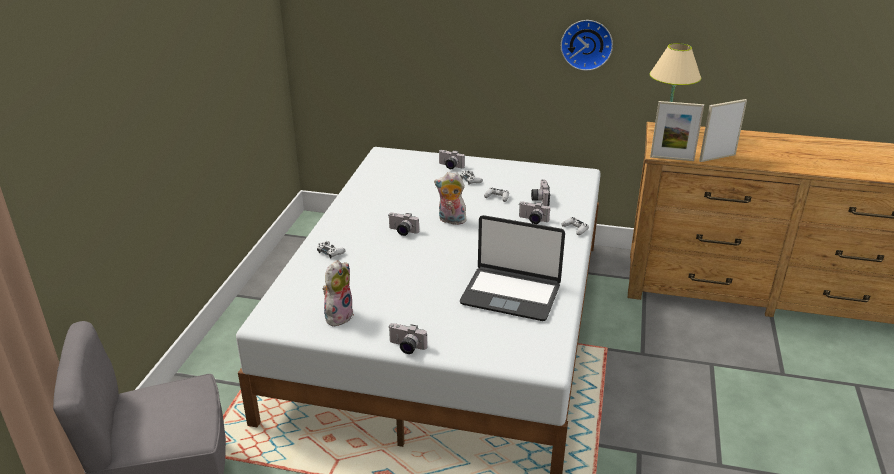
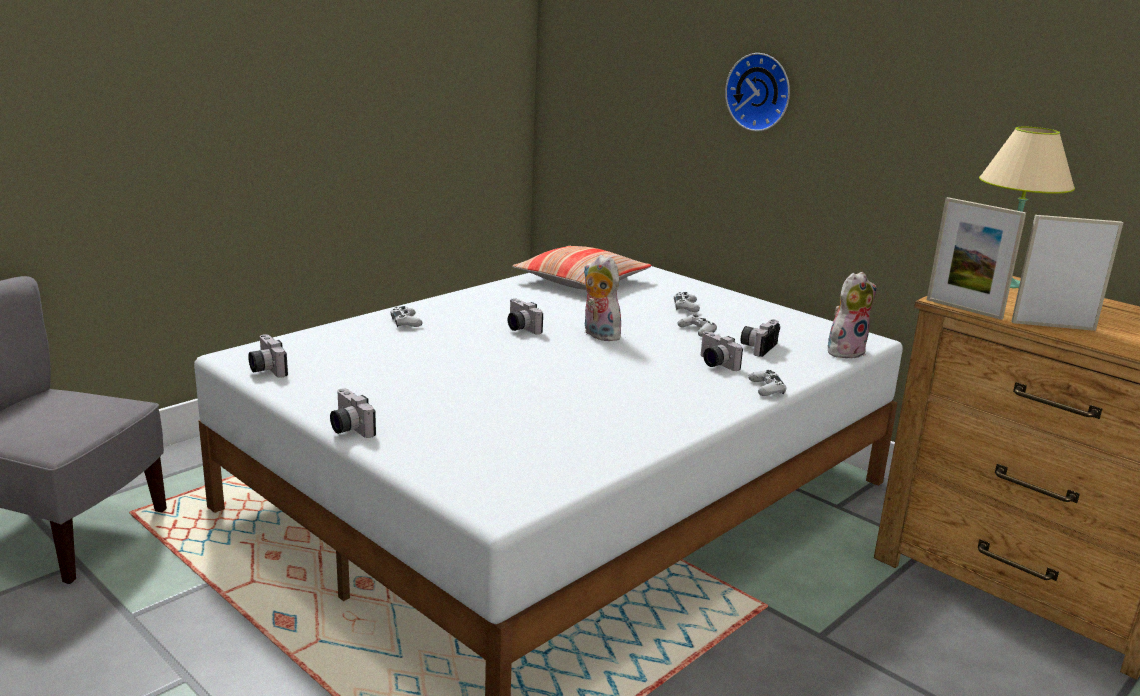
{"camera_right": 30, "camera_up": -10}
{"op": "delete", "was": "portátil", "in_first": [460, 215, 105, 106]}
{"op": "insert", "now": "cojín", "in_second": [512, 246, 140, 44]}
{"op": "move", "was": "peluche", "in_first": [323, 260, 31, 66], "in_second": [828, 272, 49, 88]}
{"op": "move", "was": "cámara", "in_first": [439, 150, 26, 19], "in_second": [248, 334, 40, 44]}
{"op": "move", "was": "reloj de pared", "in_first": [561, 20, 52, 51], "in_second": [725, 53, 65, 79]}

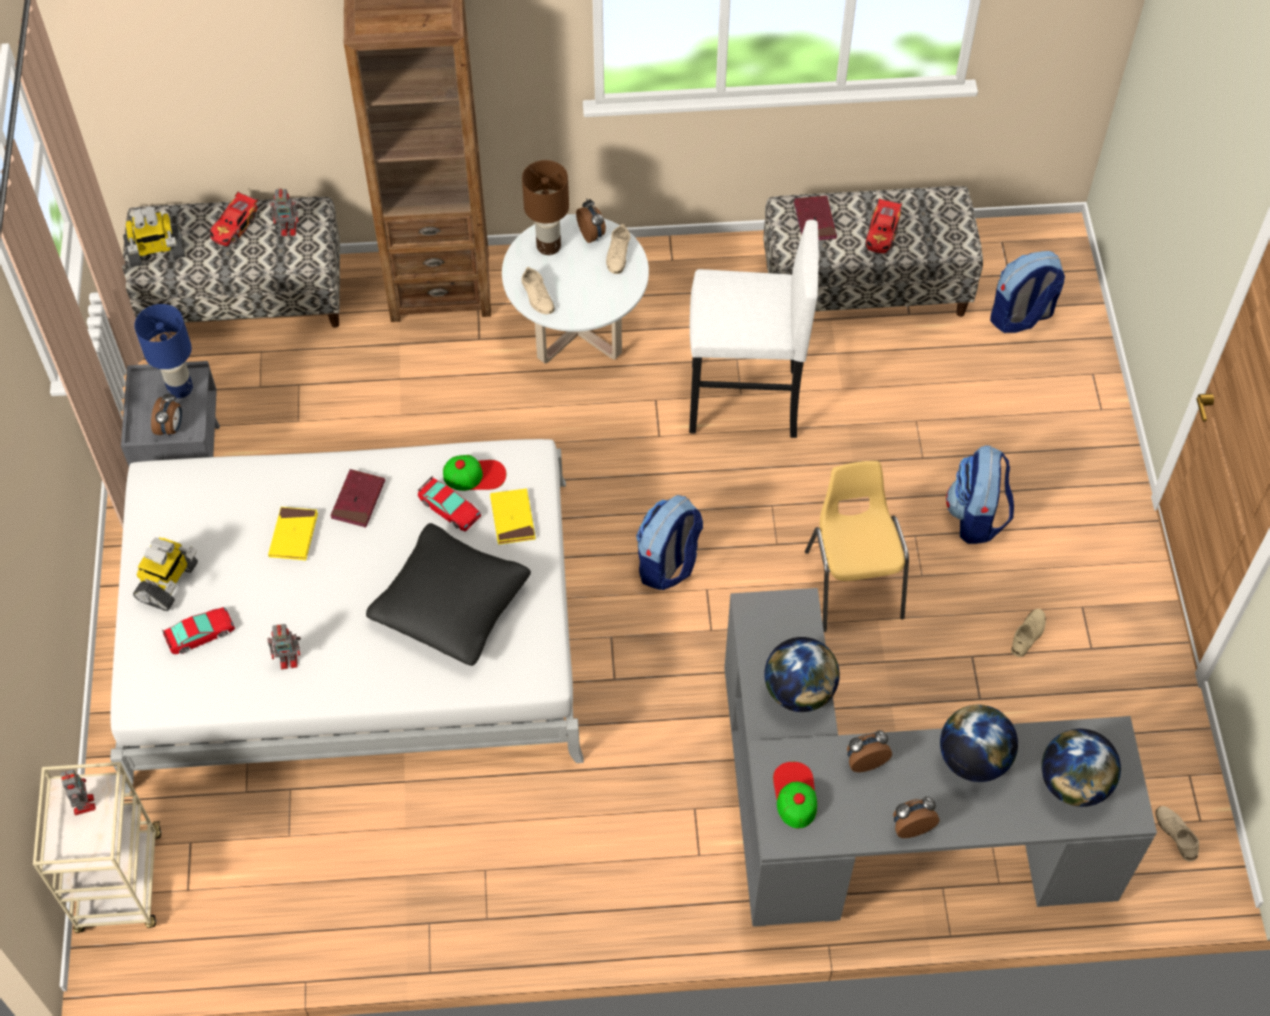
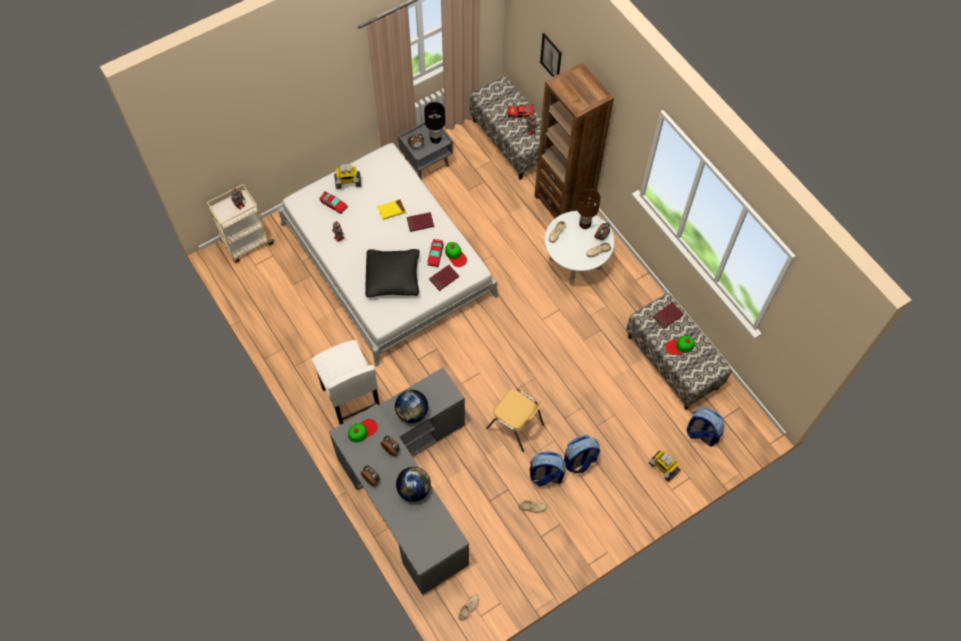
{"camera_right": 60, "camera_up": 5}
{"op": "delete", "was": "globo terráqueo", "in_first": [1041, 729, 80, 78]}
{"op": "insert", "now": "cuadro", "in_second": [540, 33, 22, 44]}
{"op": "move", "was": "robot de juguete", "in_first": [123, 207, 62, 60], "in_second": [649, 451, 32, 31]}
{"op": "move", "was": "mochila", "in_first": [636, 495, 67, 95], "in_second": [530, 451, 36, 35]}
{"op": "move", "was": "taburete [blanco]", "in_first": [689, 220, 130, 218], "in_second": [311, 340, 69, 85]}
{"op": "replace", "was": "coche de juguete", "now": "gorra", "in_first": [865, 198, 37, 55], "in_second": [666, 336, 29, 19]}
{"op": "recolor", "was": "lámpara de mesa [azul]", "now": "lámpara de mesa [negro]", "in_first": [134, 304, 59, 94], "in_second": [424, 102, 21, 42]}
{"op": "recolor", "was": "libro [amarillo]", "now": "libro [rojo]", "in_first": [490, 489, 46, 56], "in_second": [429, 265, 30, 26]}
{"op": "rotate", "was": "silla [amarillo]", "in_first": [805, 461, 104, 171], "in_second": [486, 389, 58, 63], "clockwise": 75}

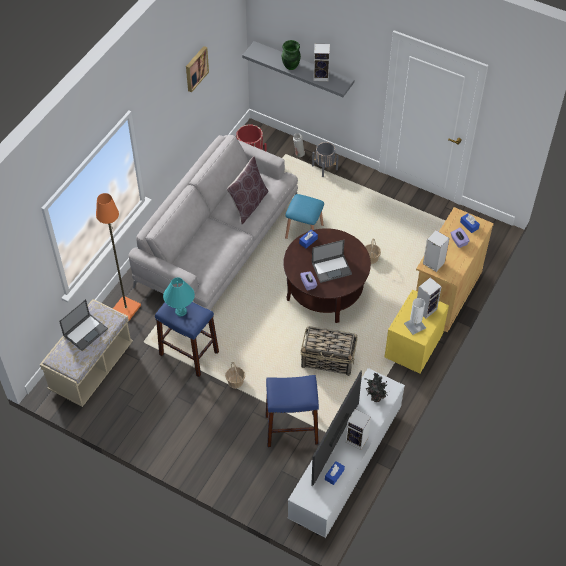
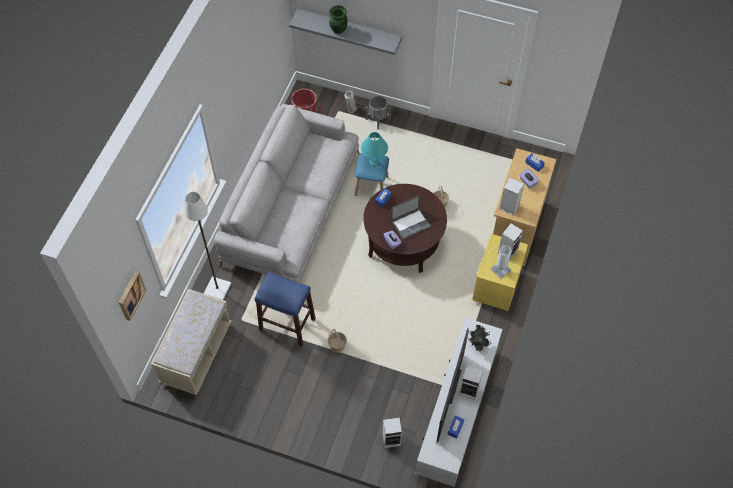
{"camera_right": -10, "camera_up": 5}
{"op": "delete", "was": "portátil", "in_first": [59, 299, 49, 52]}
{"op": "delete", "was": "cojín [marrón]", "in_first": [227, 156, 41, 68]}
{"op": "delete", "was": "taburete [azul]", "in_first": [265, 375, 54, 72]}
{"op": "delete", "was": "cesta", "in_first": [300, 326, 58, 50]}
{"op": "move", "was": "lámpara de mesa [turquesa]", "in_first": [163, 277, 32, 39], "in_second": [361, 132, 27, 35]}
{"op": "move", "was": "cuadro", "in_first": [186, 46, 23, 46], "in_second": [118, 271, 29, 50]}
{"op": "move", "was": "altavoz", "in_first": [313, 44, 17, 37], "in_second": [383, 418, 19, 30]}
{"op": "recolor", "was": "lámpara de pie [naranja]", "now": "lámpara de pie [blanco]", "in_first": [96, 193, 45, 127], "in_second": [185, 192, 46, 108]}

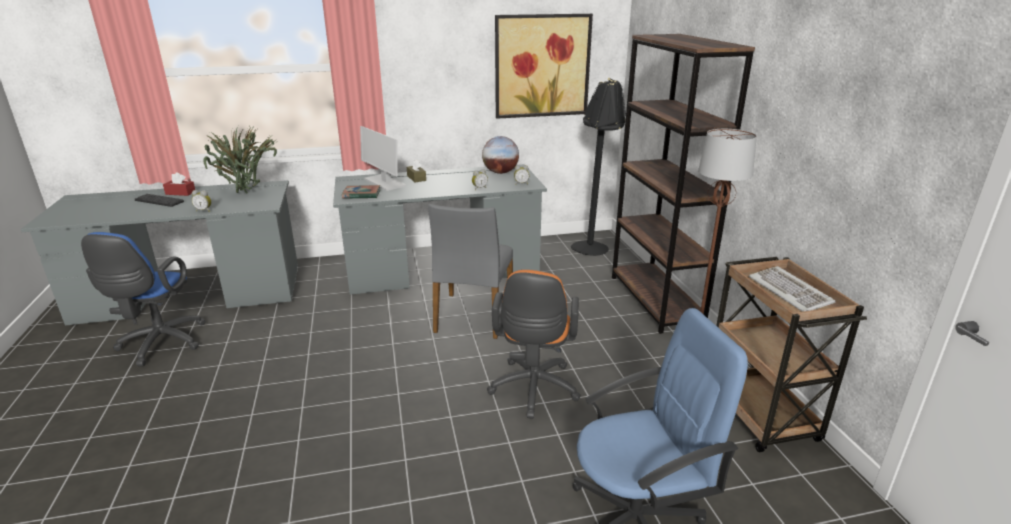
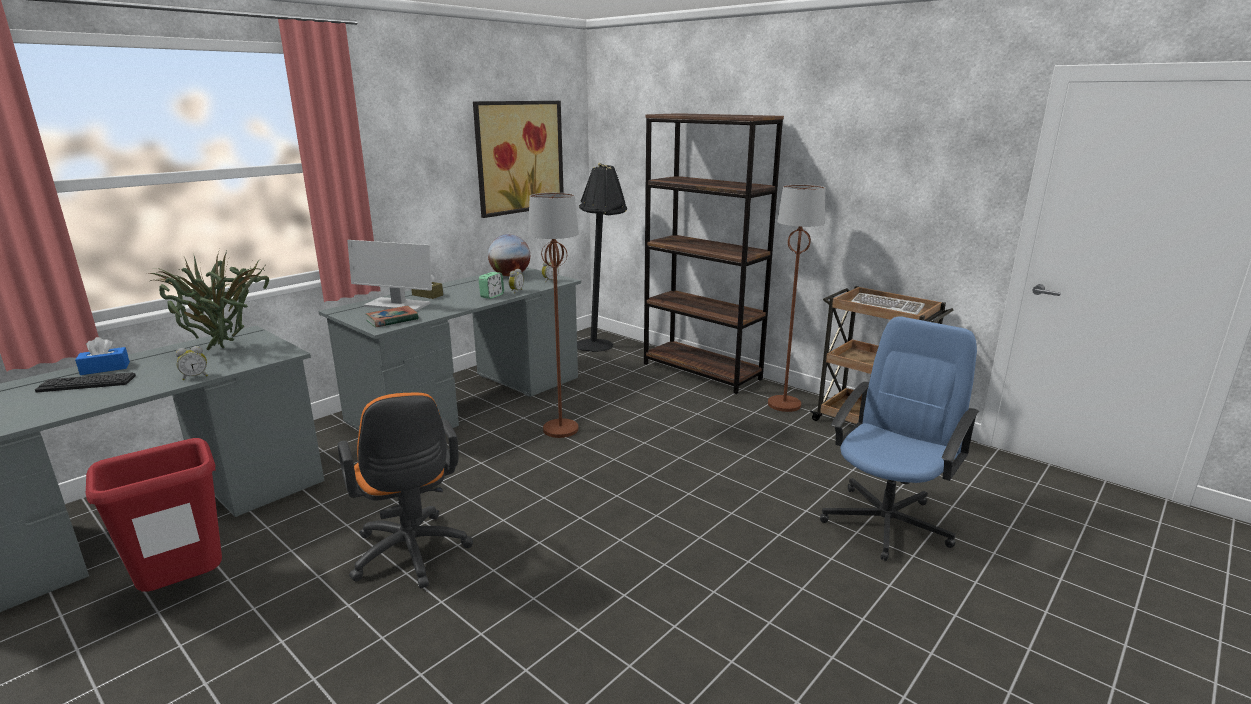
{"camera_right": -35, "camera_up": -5}
{"op": "insert", "now": "despertador", "in_second": [479, 272, 25, 27]}
{"op": "move", "was": "silla de oficina [naranja]", "in_first": [487, 270, 94, 149], "in_second": [338, 392, 135, 197]}
{"op": "replace", "was": "silla de oficina [azul]", "now": "papelera [rojo]", "in_first": [81, 232, 125, 134], "in_second": [86, 438, 136, 154]}
{"op": "replace", "was": "silla [gris]", "now": "lámpara de pie [marrón]", "in_first": [428, 204, 85, 135], "in_second": [528, 193, 51, 245]}
{"op": "recolor", "was": "caja de pañuelos [rojo]", "now": "caja de pañuelos [azul]", "in_first": [163, 172, 32, 24], "in_second": [75, 337, 55, 38]}

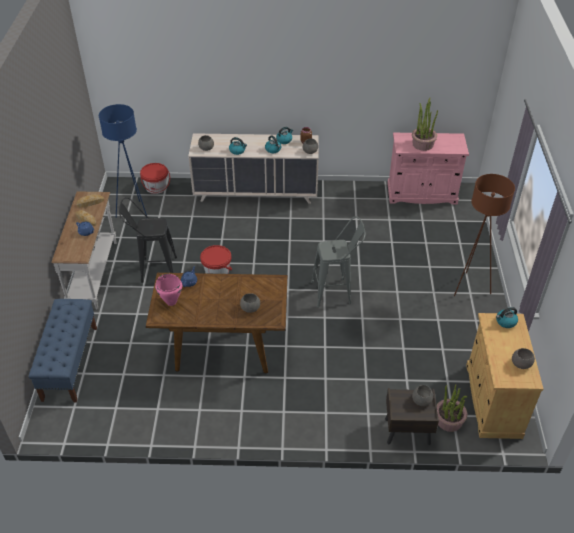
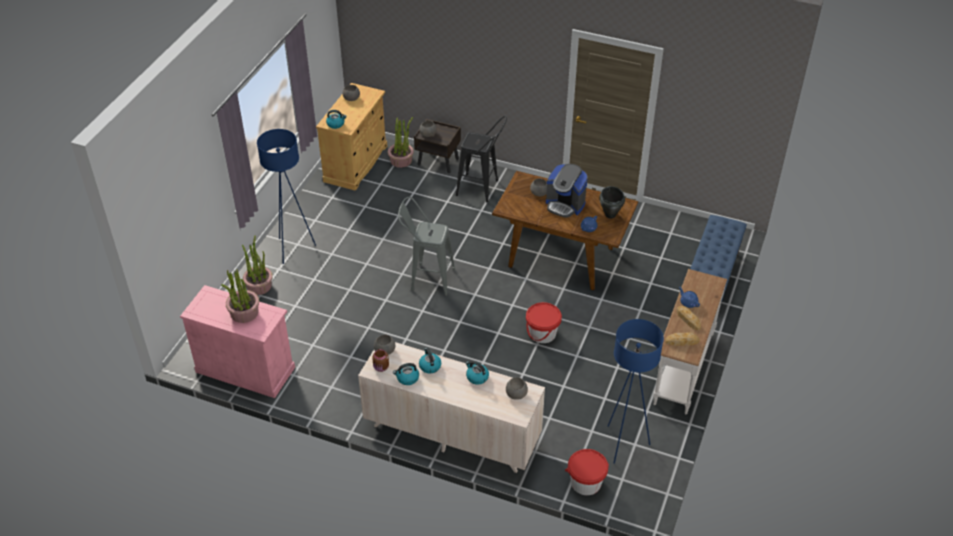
{"camera_right": -160, "camera_up": 0}
{"op": "insert", "now": "planta en maceta", "in_second": [242, 236, 31, 59]}
{"op": "insert", "now": "cafetera", "in_second": [546, 164, 42, 54]}
{"op": "move", "was": "taburete [negro]", "in_first": [119, 197, 58, 86], "in_second": [456, 116, 51, 86]}
{"op": "recolor", "was": "olla [rosa]", "now": "olla [negro]", "in_first": [155, 274, 27, 32], "in_second": [599, 186, 26, 33]}
{"op": "recolor", "was": "lámpara de pie [marrón]", "now": "lámpara de pie [azul]", "in_first": [454, 174, 61, 123], "in_second": [257, 129, 59, 135]}

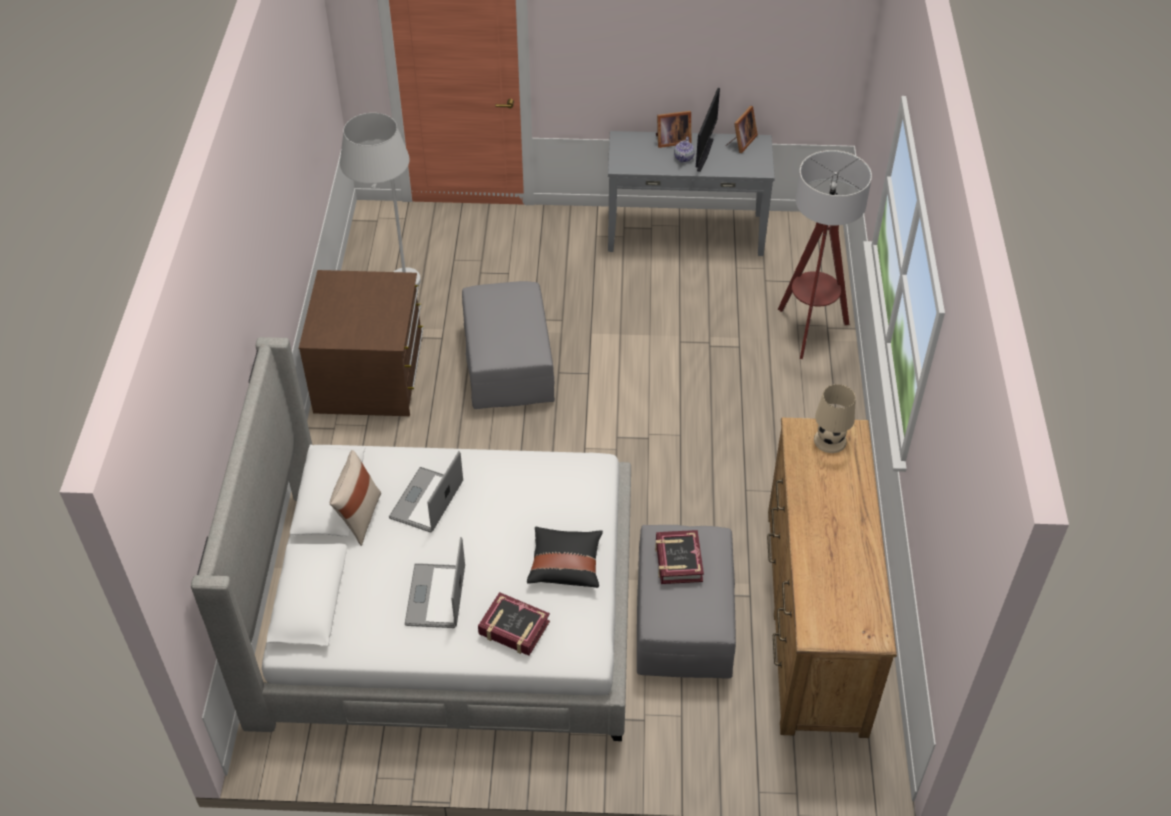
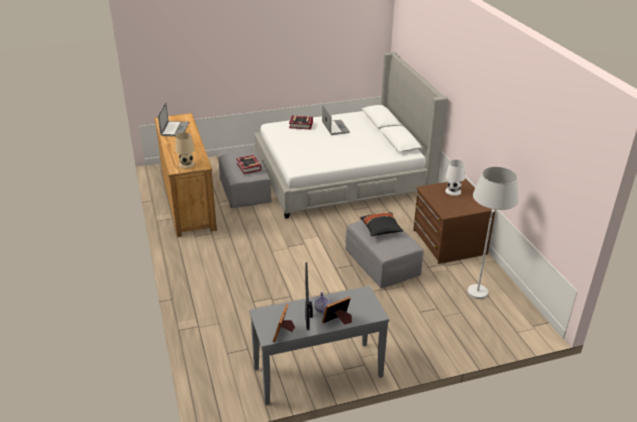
{"camera_right": 160, "camera_up": -15}
{"op": "delete", "was": "cojín [beis]", "in_first": [330, 450, 51, 96]}
{"op": "delete", "was": "lámpara de pie", "in_first": [778, 150, 94, 209]}
{"op": "insert", "now": "lámpara de mesa [blanco]", "in_second": [445, 160, 20, 36]}
{"op": "move", "was": "portátil", "in_first": [389, 451, 74, 82], "in_second": [158, 102, 31, 34]}
{"op": "move", "was": "cojín [negro]", "in_first": [527, 527, 76, 61], "in_second": [360, 212, 43, 24]}

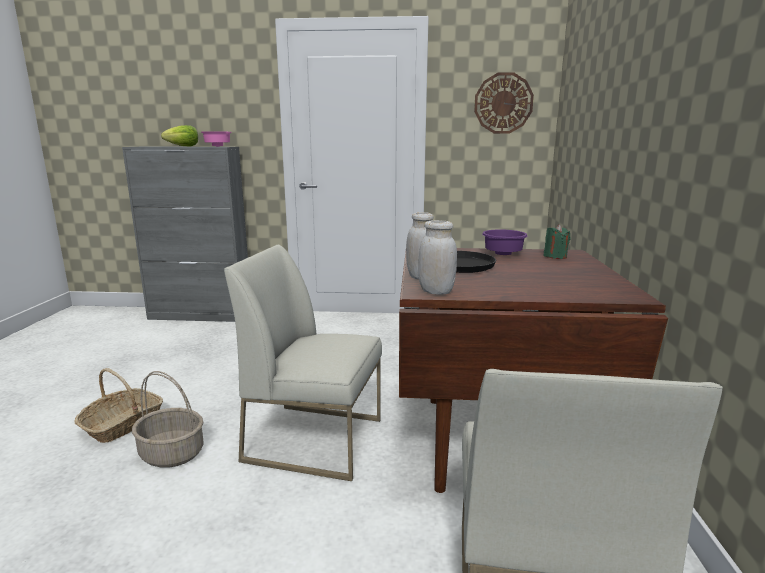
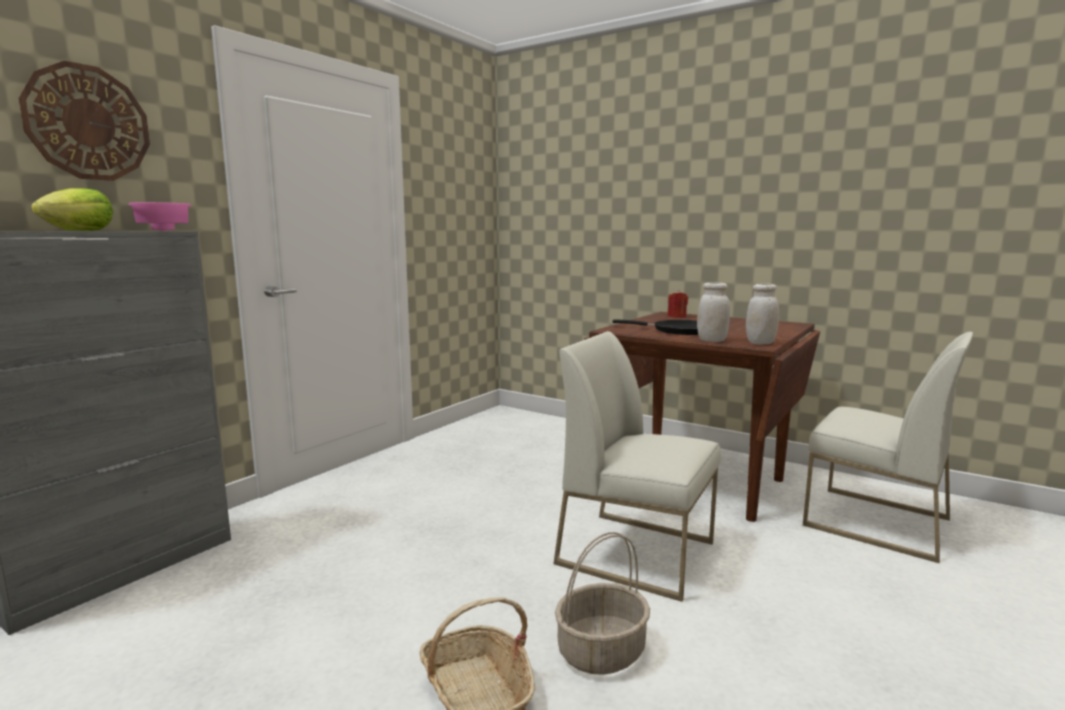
{"camera_right": -60, "camera_up": -5}
{"op": "delete", "was": "cuenco [morado]", "in_first": [482, 230, 45, 25]}
{"op": "move", "was": "reloj de pared", "in_first": [474, 72, 60, 62], "in_second": [19, 61, 131, 120]}
{"op": "recolor", "was": "vela [verde]", "now": "vela [rojo]", "in_first": [544, 224, 27, 35], "in_second": [667, 290, 21, 28]}
{"op": "rotate", "was": "silla [blanco]", "in_first": [224, 245, 158, 236], "in_second": [554, 331, 167, 271], "clockwise": 75}

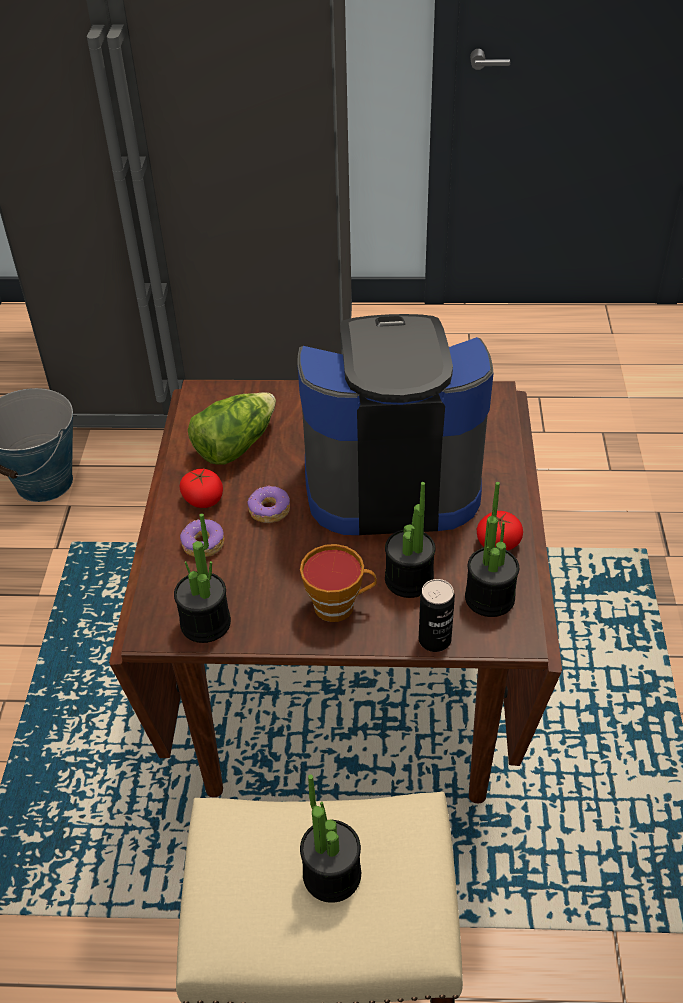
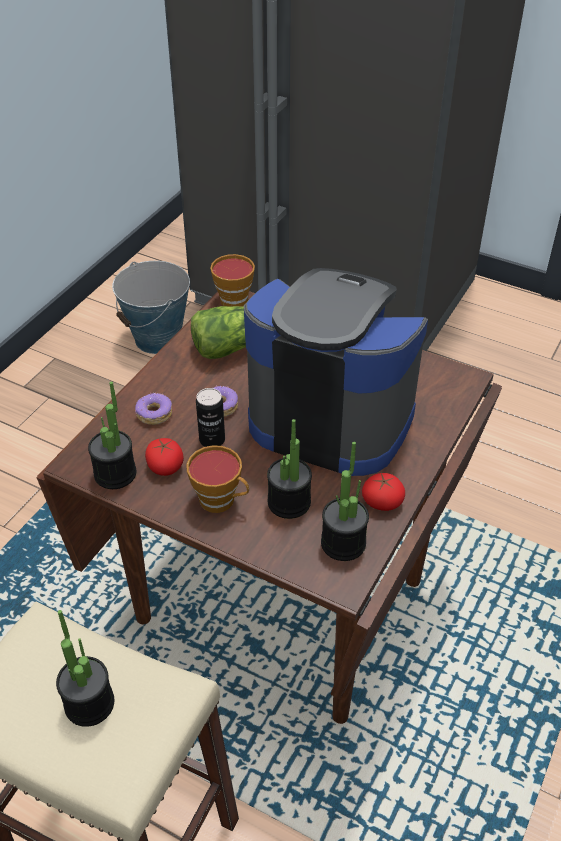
{"camera_right": 25, "camera_up": 0}
{"op": "insert", "now": "taza", "in_second": [210, 254, 45, 53]}
{"op": "move", "was": "tomate", "in_first": [180, 469, 43, 39], "in_second": [145, 438, 39, 38]}
{"op": "move", "was": "lata", "in_first": [419, 579, 36, 73], "in_second": [196, 388, 29, 59]}

